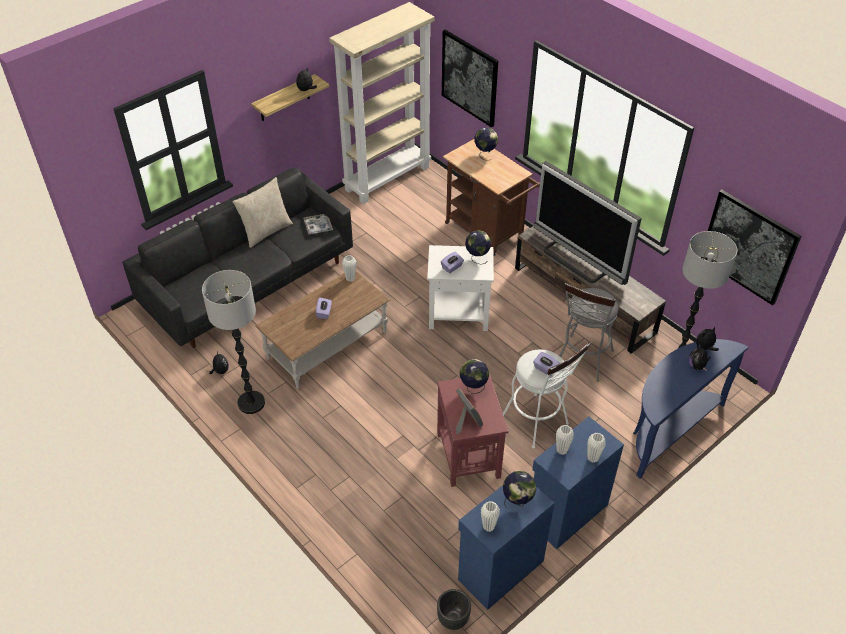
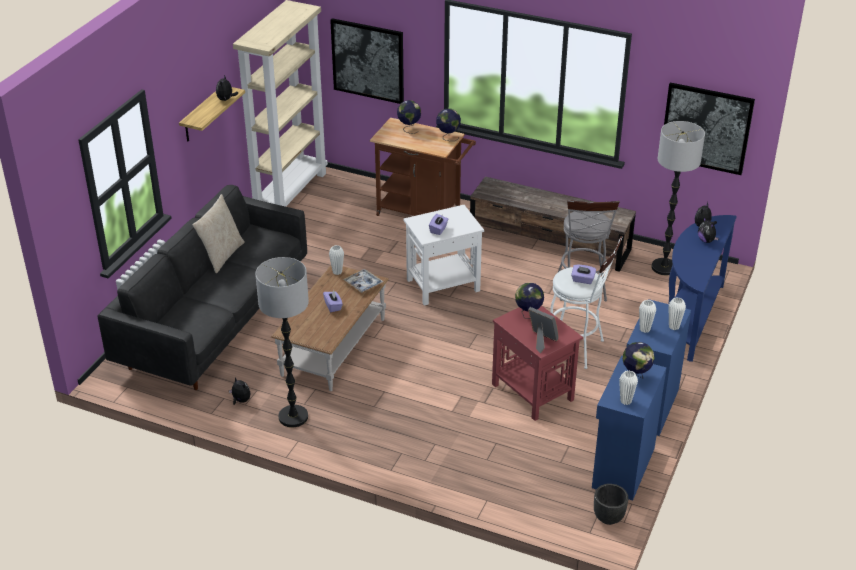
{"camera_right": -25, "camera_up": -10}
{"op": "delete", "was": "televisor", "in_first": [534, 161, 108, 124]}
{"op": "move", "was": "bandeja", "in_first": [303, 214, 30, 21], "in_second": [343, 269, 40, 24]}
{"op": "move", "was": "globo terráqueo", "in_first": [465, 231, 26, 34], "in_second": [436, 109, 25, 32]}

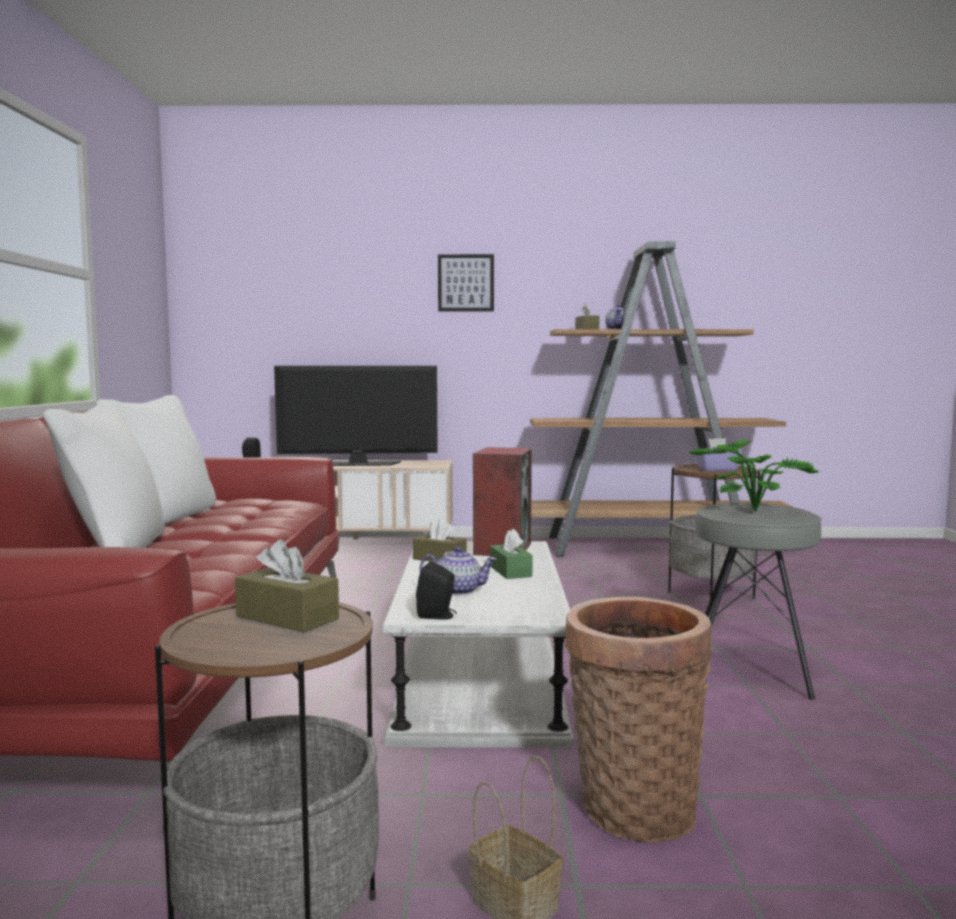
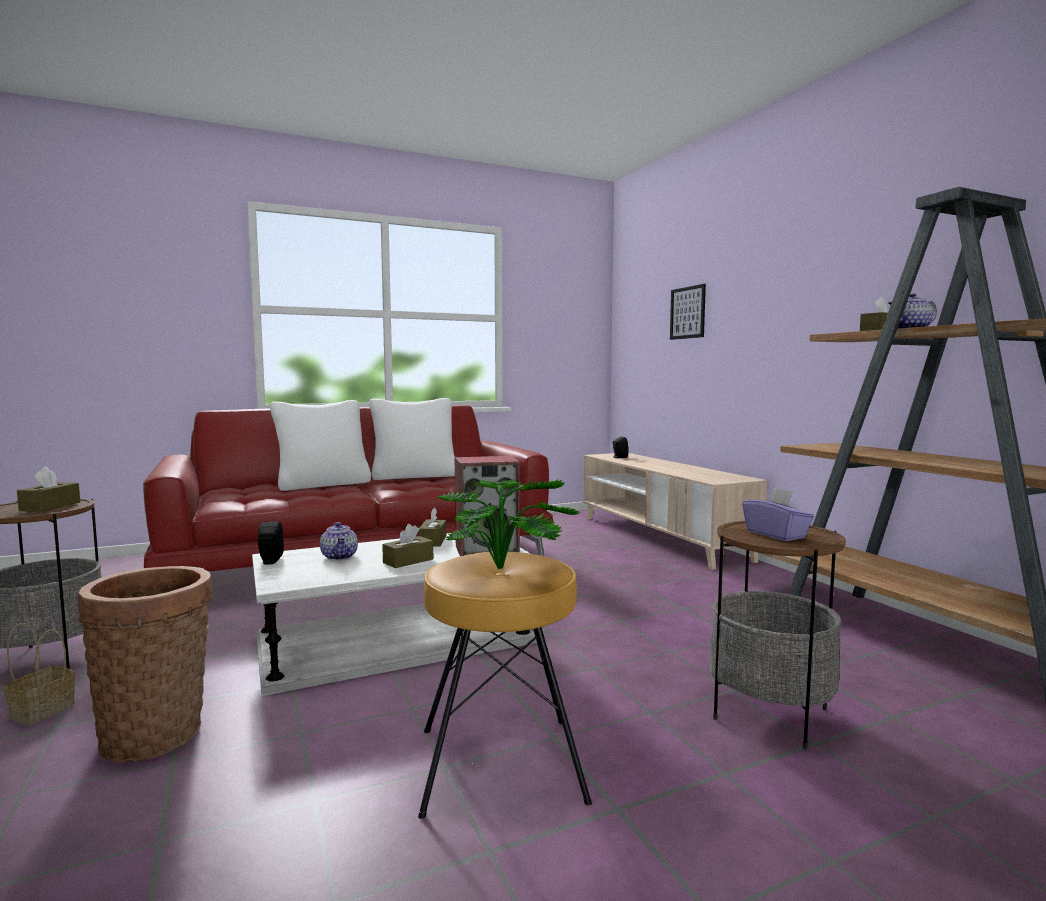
{"camera_right": 65, "camera_up": 0}
{"op": "delete", "was": "televisor", "in_first": [274, 366, 164, 100]}
{"op": "move", "was": "cuadro", "in_first": [438, 254, 56, 57], "in_second": [670, 284, 36, 56]}
{"op": "recolor", "was": "caja de pañuelos [verde]", "now": "caja de pañuelos [marrón]", "in_first": [490, 529, 43, 50], "in_second": [382, 524, 51, 44]}
{"op": "recolor", "was": "taburete [gris]", "now": "taburete [marrón]", "in_first": [695, 503, 126, 197], "in_second": [418, 552, 174, 267]}

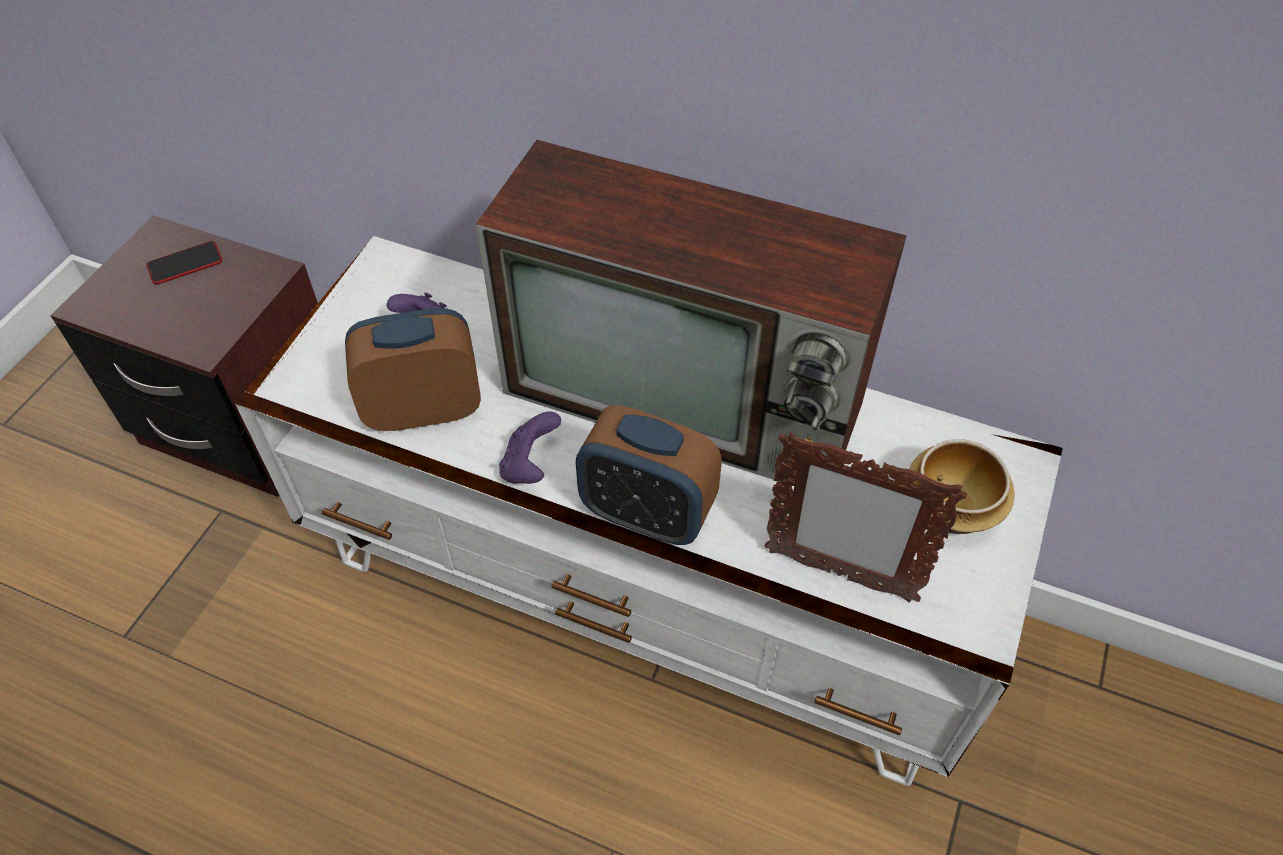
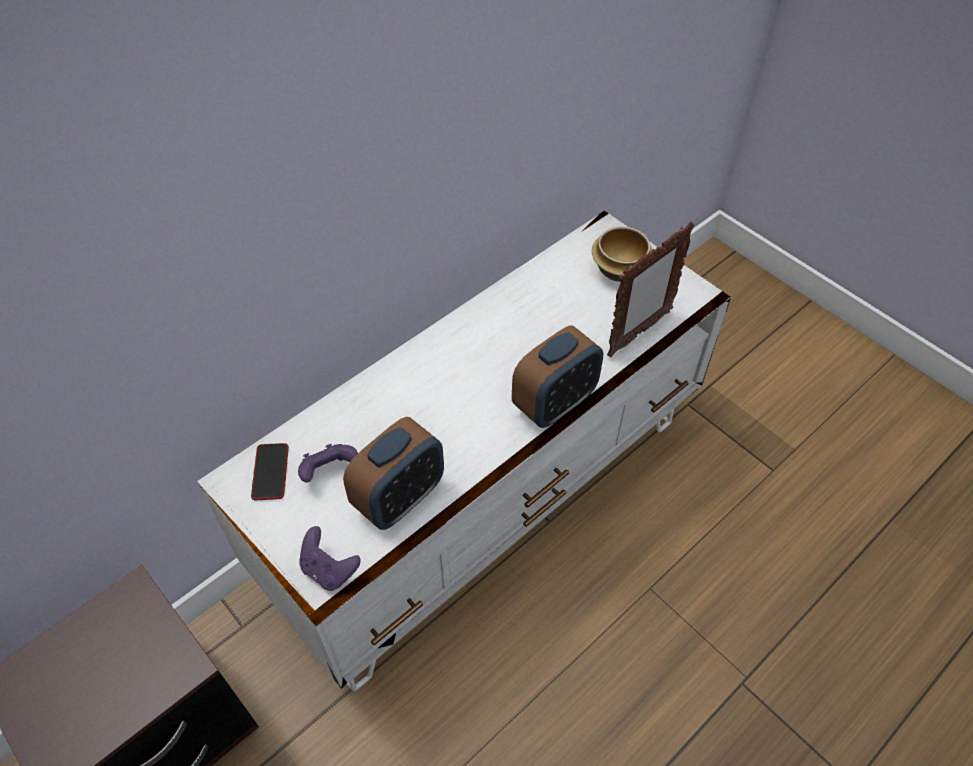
{"camera_right": -65, "camera_up": 0}
{"op": "delete", "was": "televisor", "in_first": [476, 140, 431, 342]}
{"op": "move", "was": "móvil", "in_first": [146, 241, 77, 44], "in_second": [251, 443, 38, 57]}
{"op": "move", "was": "mando de consola [morado]", "in_first": [499, 412, 62, 72], "in_second": [299, 526, 62, 65]}
{"op": "rotate", "was": "despertador", "in_first": [345, 308, 136, 123], "in_second": [343, 417, 101, 113], "clockwise": -150}

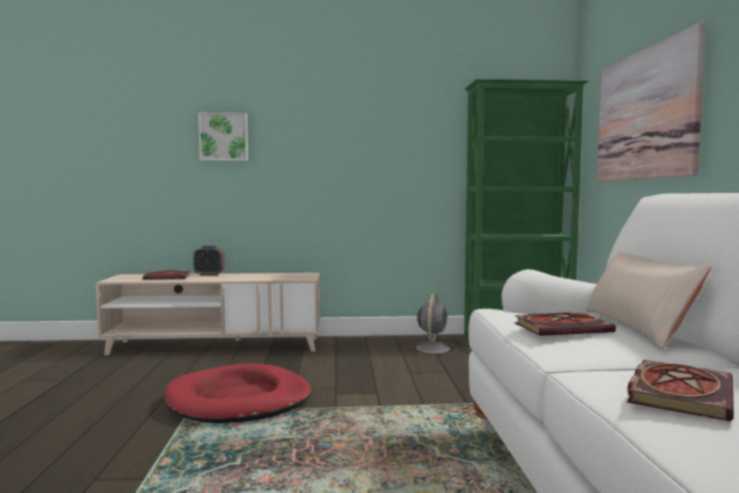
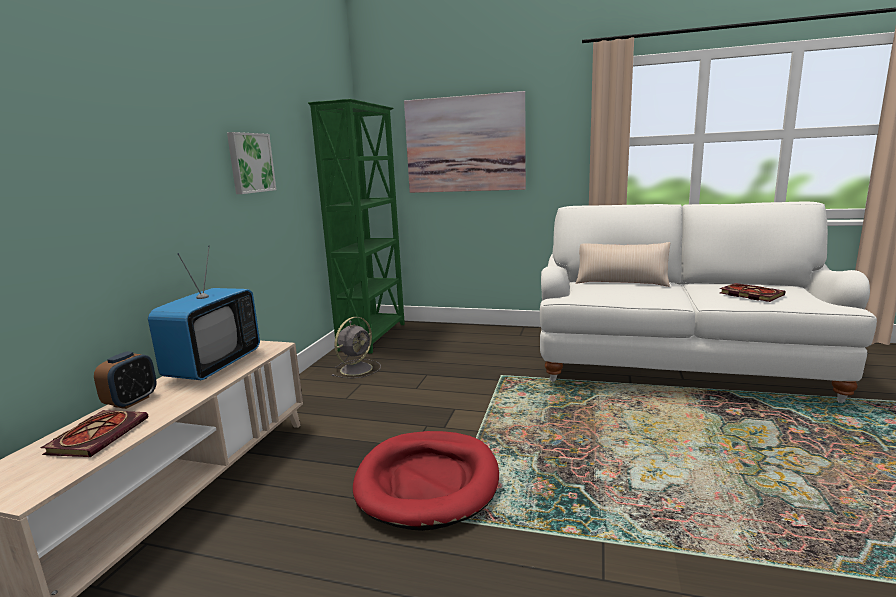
{"camera_right": -70, "camera_up": 10}
{"op": "delete", "was": "libro", "in_first": [514, 312, 102, 24]}
{"op": "insert", "now": "televisor", "in_second": [148, 246, 112, 134]}
{"op": "move", "was": "cuadro", "in_first": [198, 113, 50, 48], "in_second": [227, 132, 49, 62]}
{"op": "rotate", "was": "ventilador [gris]", "in_first": [410, 293, 47, 62], "in_second": [332, 317, 49, 61], "clockwise": 90}

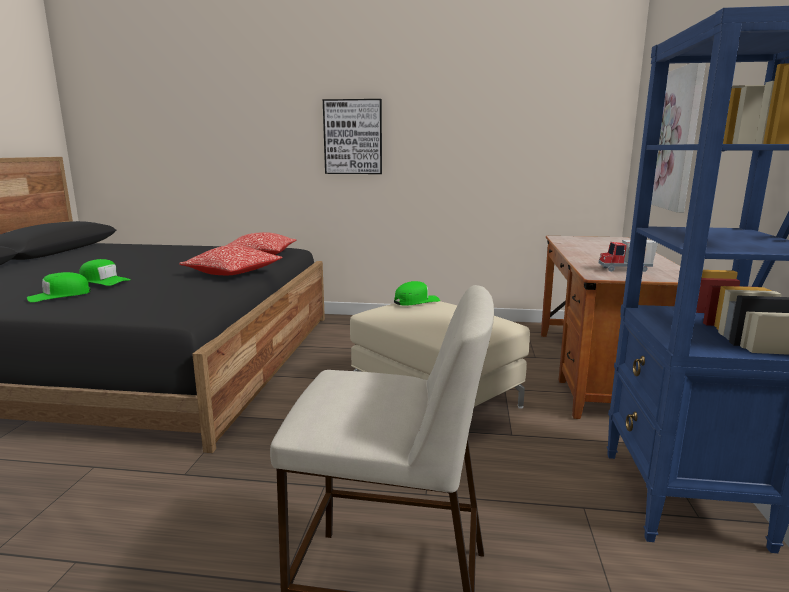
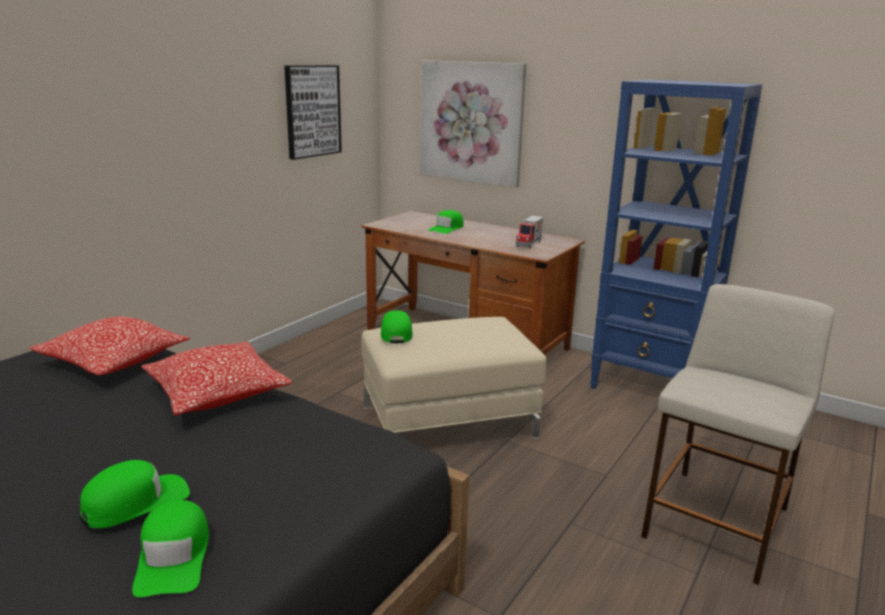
{"camera_right": -65, "camera_up": 5}
{"op": "insert", "now": "gorra [verde]", "in_second": [428, 210, 35, 24]}
{"op": "move", "was": "cuadro", "in_first": [323, 99, 59, 75], "in_second": [284, 65, 58, 95]}

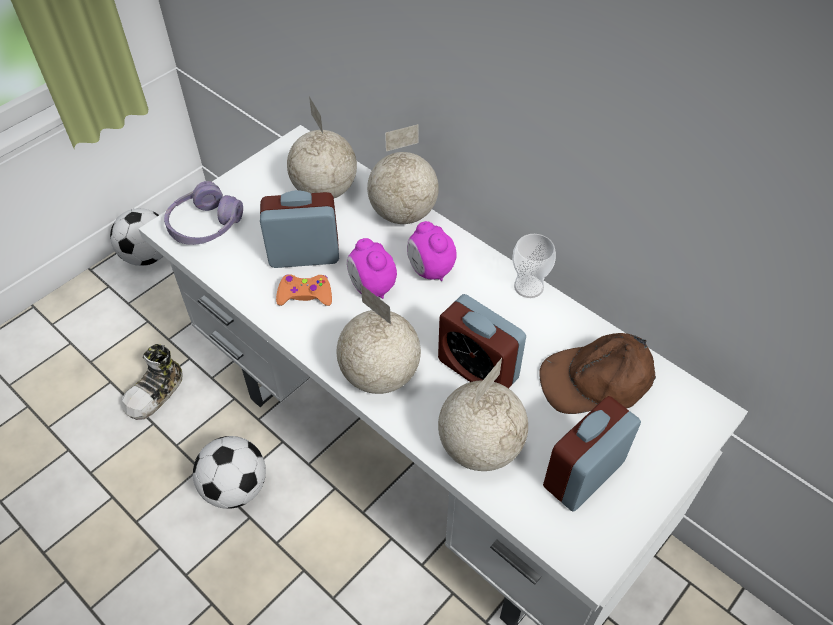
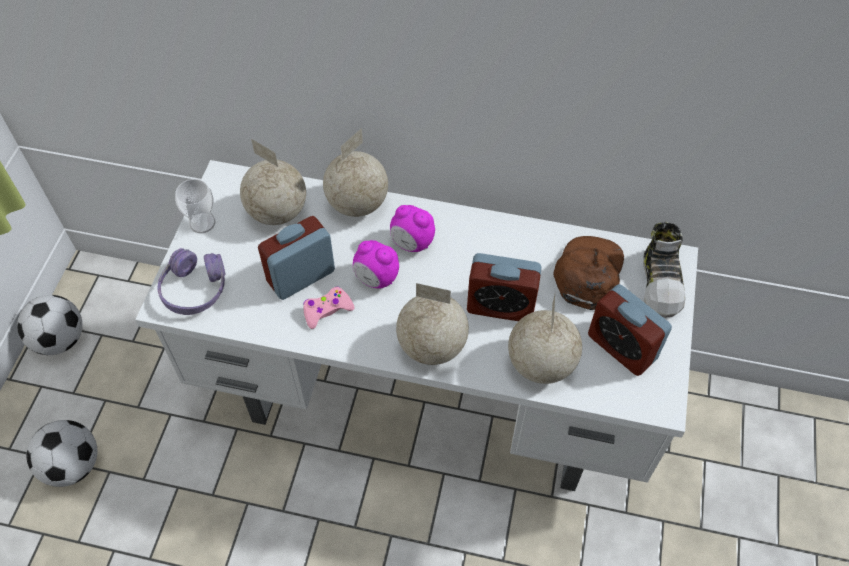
{"camera_right": -30, "camera_up": 5}
{"op": "move", "was": "zapato", "in_first": [122, 344, 61, 76], "in_second": [643, 222, 43, 96]}
{"op": "move", "was": "balón de fútbol", "in_first": [193, 436, 73, 73], "in_second": [27, 420, 70, 67]}
{"op": "move", "was": "taza", "in_first": [512, 234, 44, 64], "in_second": [175, 179, 40, 54]}
{"op": "recolor", "was": "mando de consola [naranja]", "now": "mando de consola [rosa]", "in_first": [276, 274, 56, 32], "in_second": [303, 287, 52, 42]}
{"op": "rotate", "was": "gorra [marrón]", "in_first": [539, 333, 117, 81], "in_second": [553, 236, 71, 74], "clockwise": 150}
{"op": "rotate", "was": "despertador", "in_first": [543, 396, 98, 116], "in_second": [588, 284, 84, 92], "clockwise": -60}

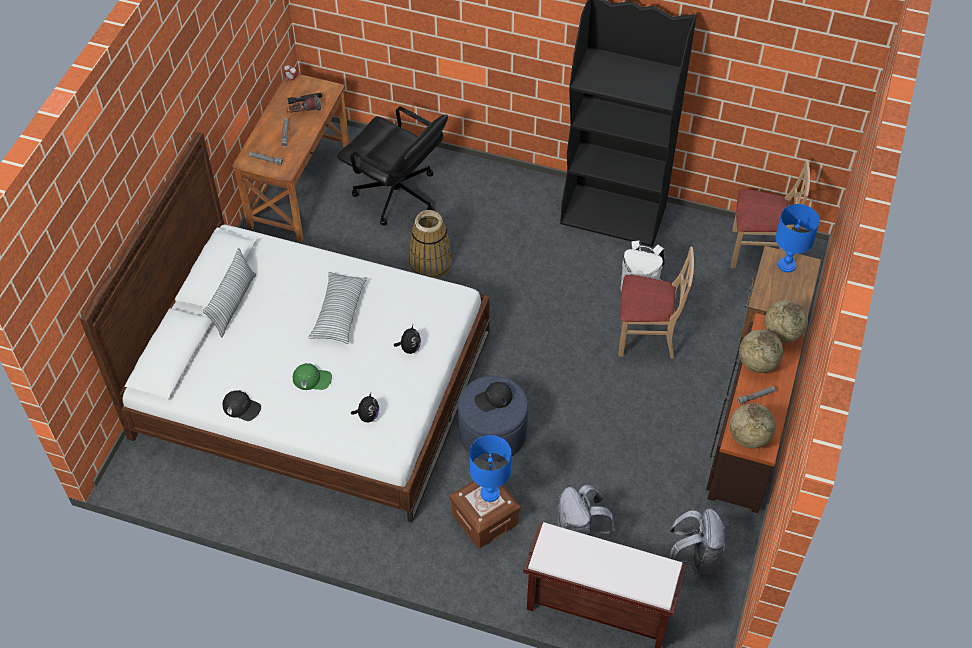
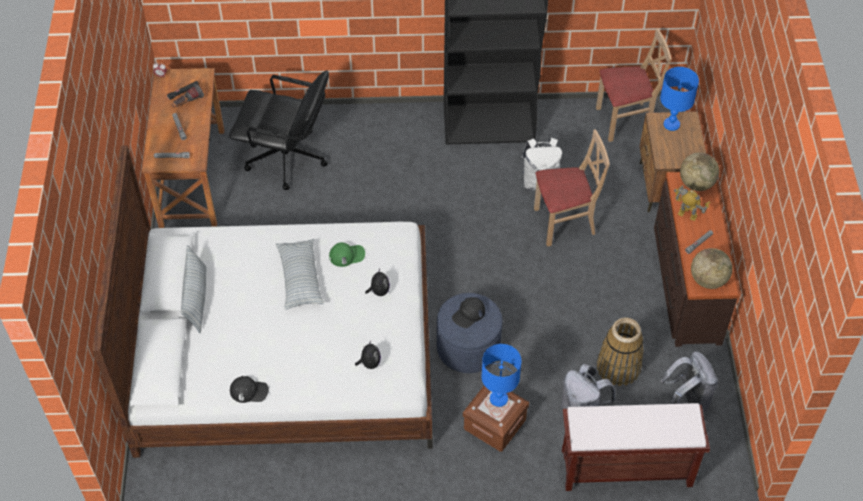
{"camera_right": -20, "camera_up": 0}
{"op": "move", "was": "gorra [verde]", "in_first": [292, 363, 40, 27], "in_second": [329, 242, 36, 25]}
{"op": "move", "was": "cesta", "in_first": [409, 210, 43, 69], "in_second": [597, 318, 47, 68]}
{"op": "replace", "was": "globo terráqueo", "now": "robot de juguete", "in_first": [739, 330, 44, 43], "in_second": [674, 185, 36, 36]}

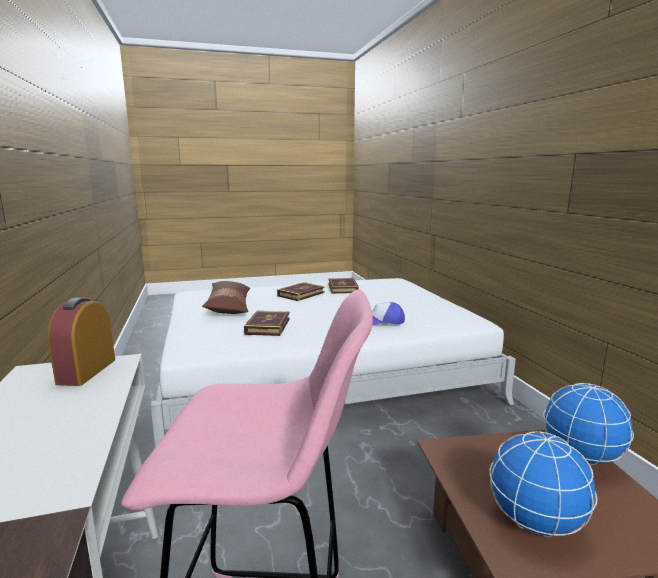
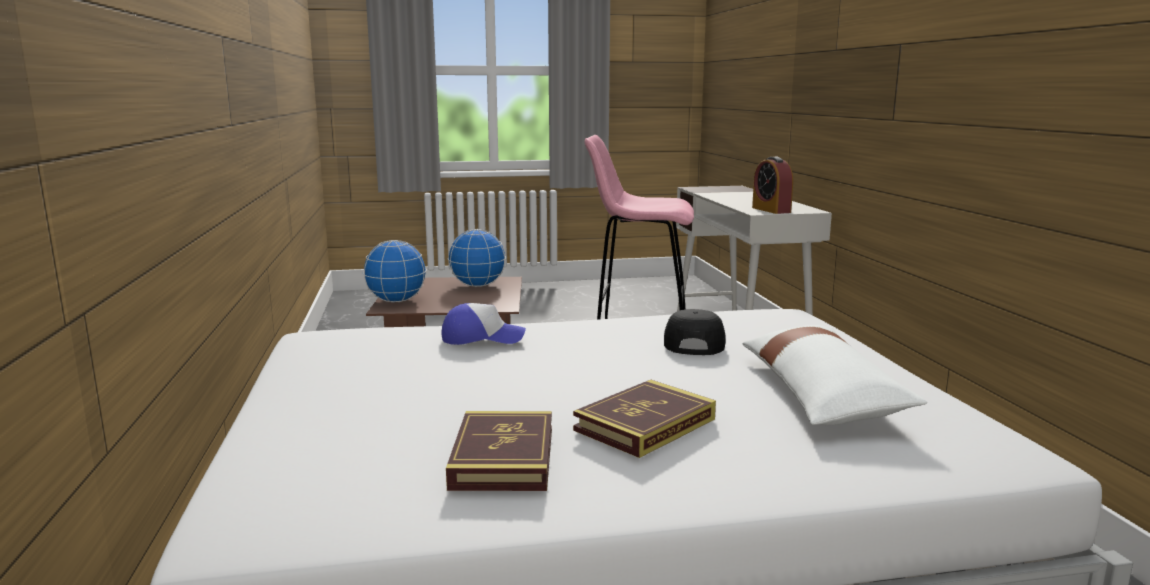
{"camera_right": -175, "camera_up": 0}
{"op": "replace", "was": "libro", "now": "gorra [negro]", "in_first": [244, 311, 46, 25], "in_second": [664, 309, 62, 46]}
{"op": "recolor", "was": "cojín [marrón]", "now": "cojín [blanco]", "in_first": [202, 281, 48, 33], "in_second": [743, 325, 184, 100]}
{"op": "rotate", "was": "despertador", "in_first": [48, 298, 67, 88], "in_second": [752, 157, 41, 57], "clockwise": 150}

